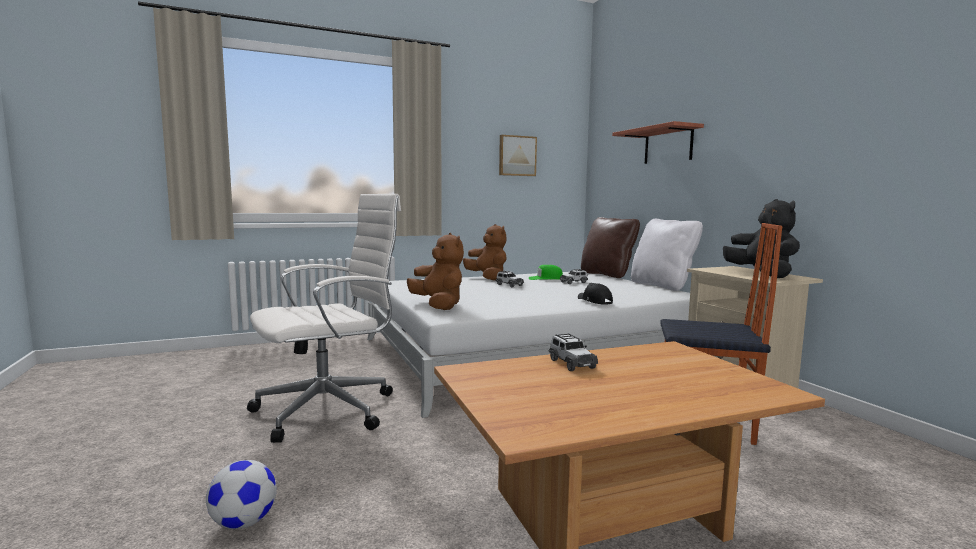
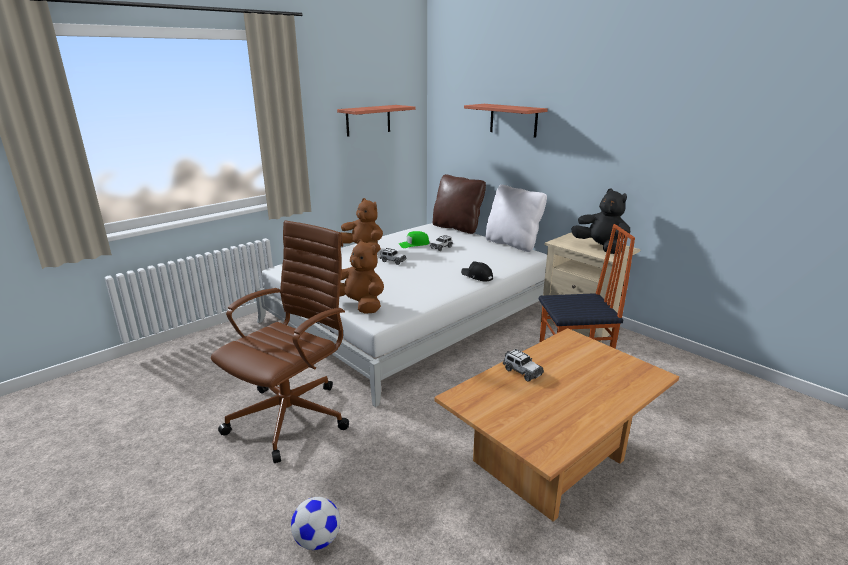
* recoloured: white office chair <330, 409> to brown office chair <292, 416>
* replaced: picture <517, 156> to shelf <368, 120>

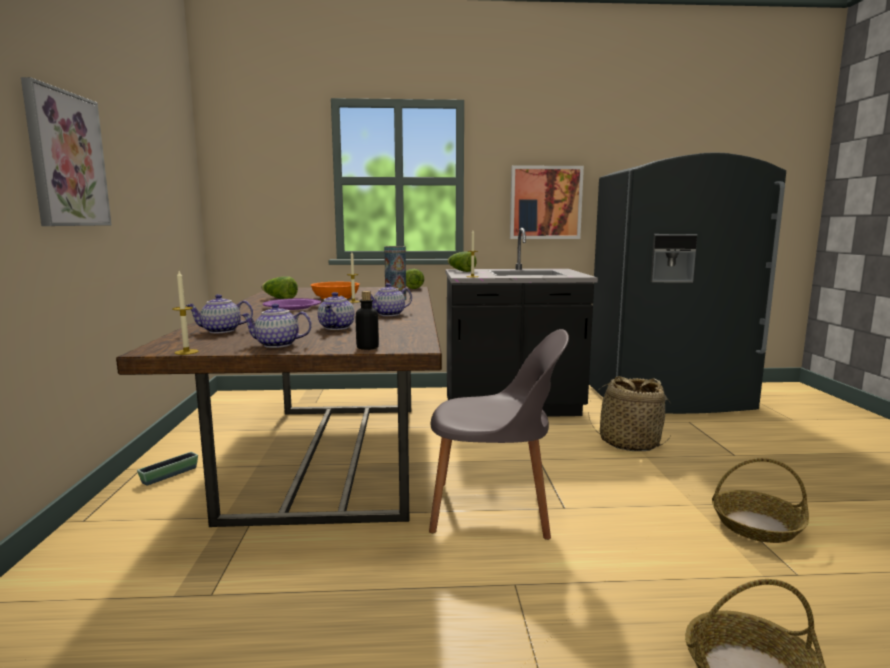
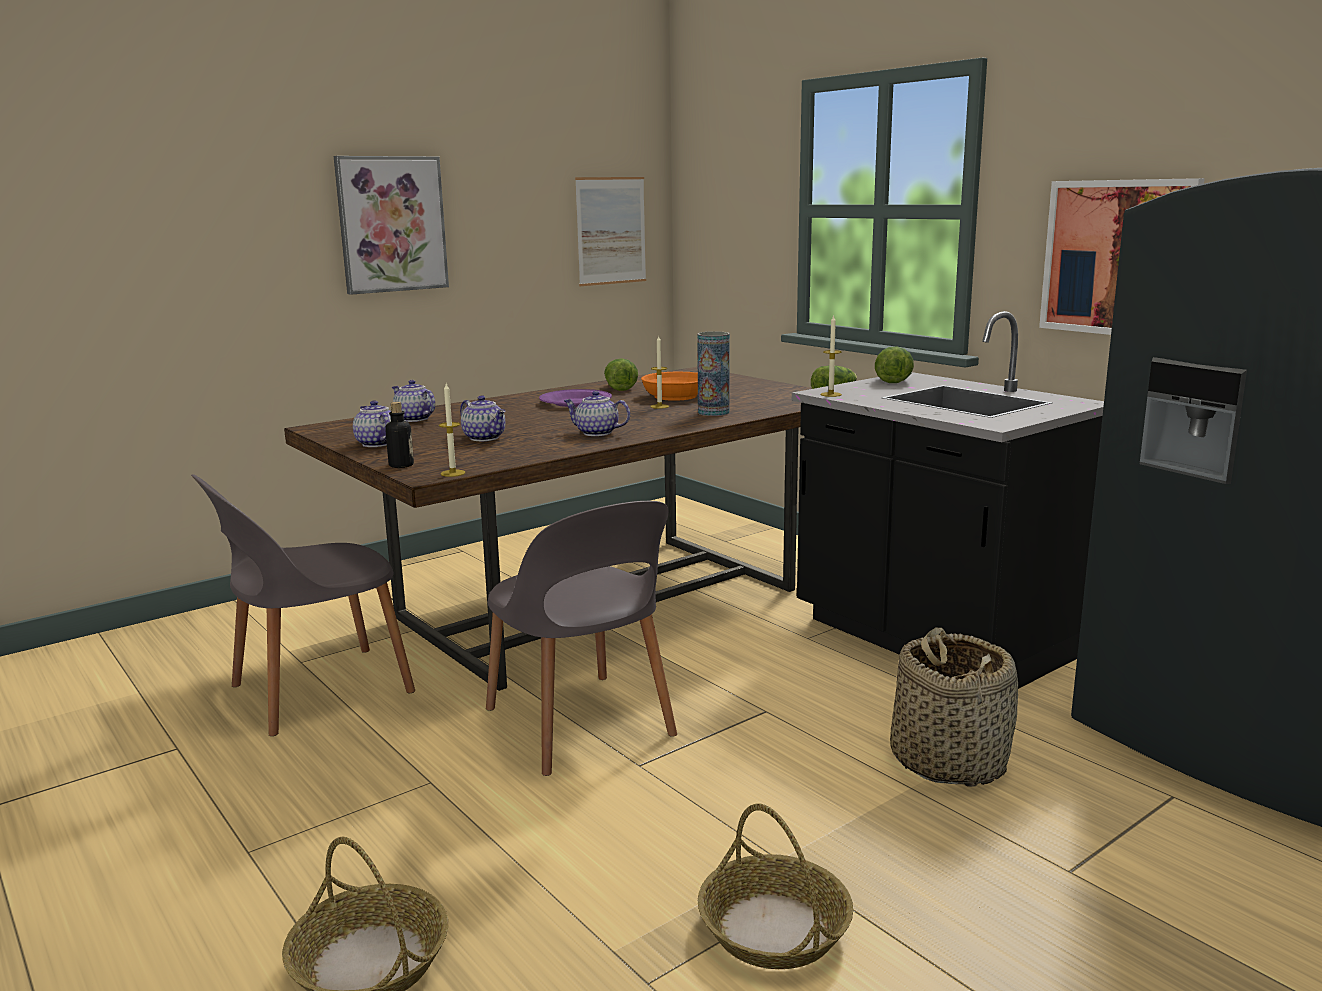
* added: grey chair <316, 691>
* moved: candle <186, 352> to <453, 473>
* turned: teapot <337, 328> = <485, 438> 105 degrees counterclockwise
* added: picture <611, 231>
* removed: planter <169, 475>

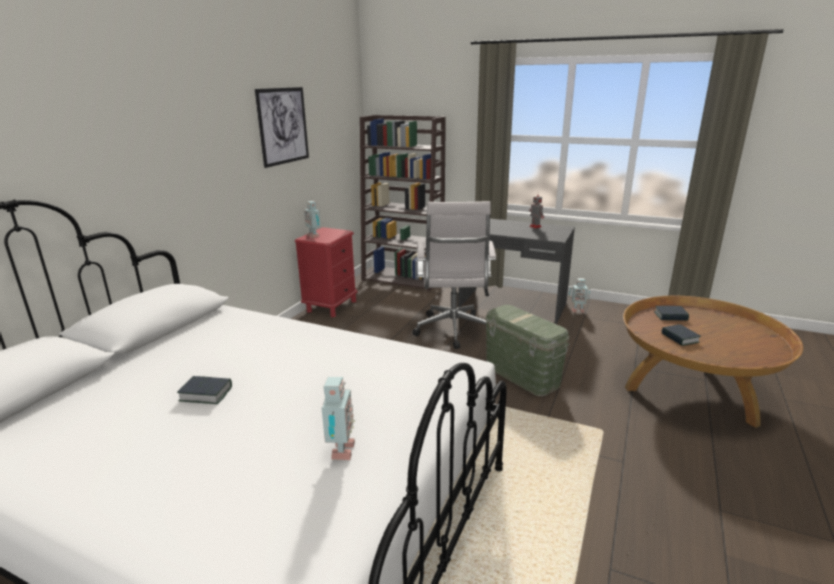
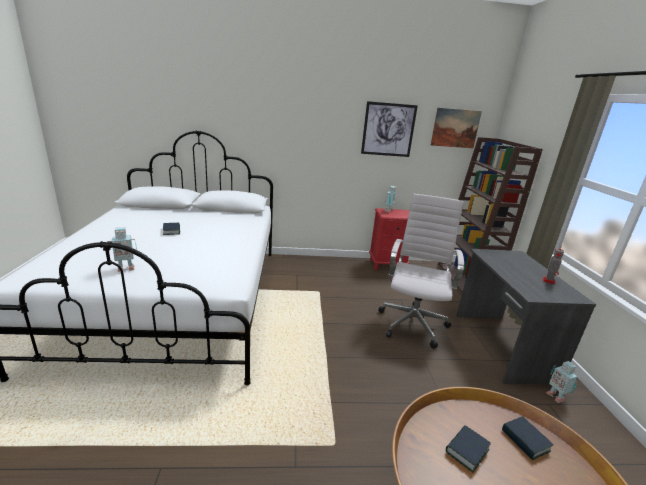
* turned: white office chair <453, 331> = <412, 323> 135 degrees clockwise
* added: picture <455, 128>
* removed: green storage box <521, 375>

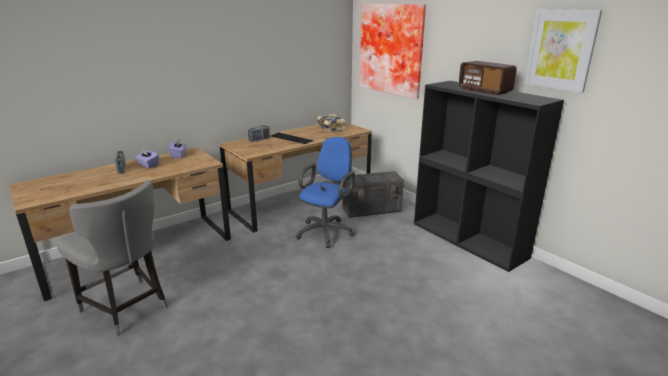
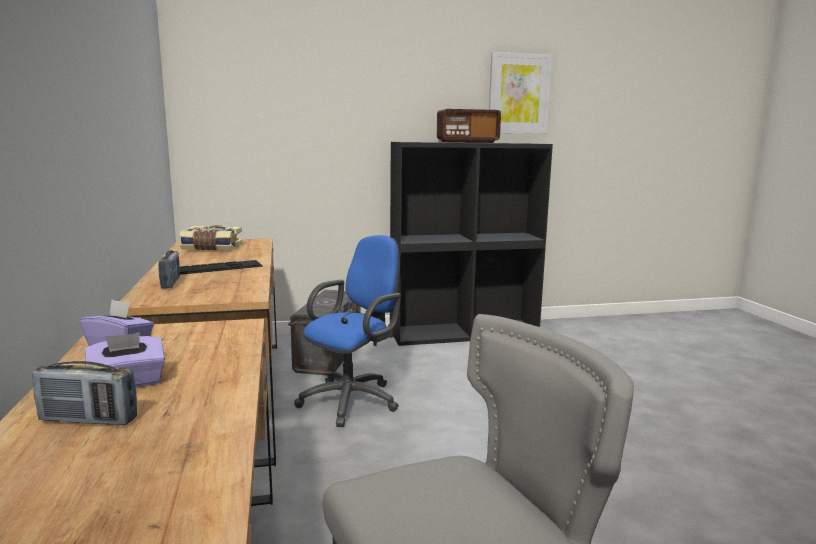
* turned: blue office chair <327, 231> = <353, 400> 75 degrees clockwise
* removed: picture <392, 49>

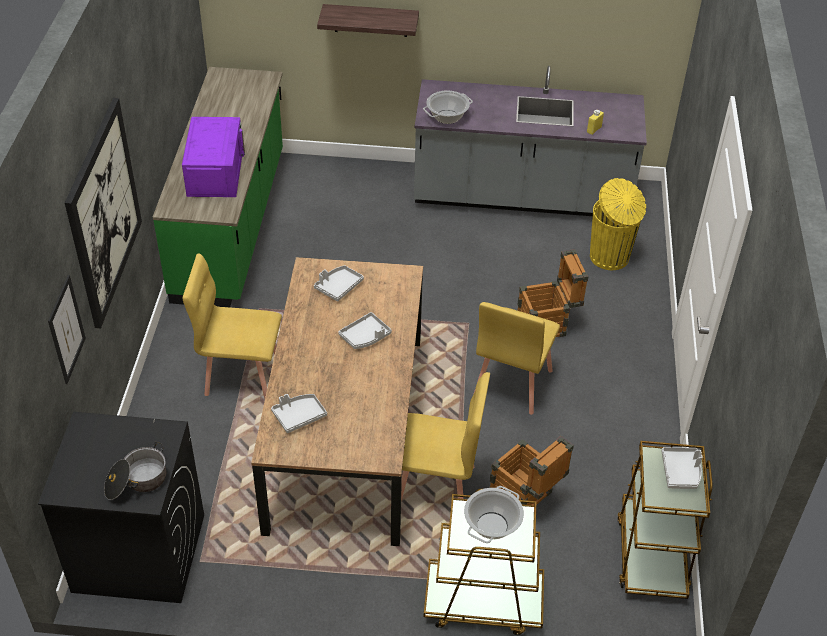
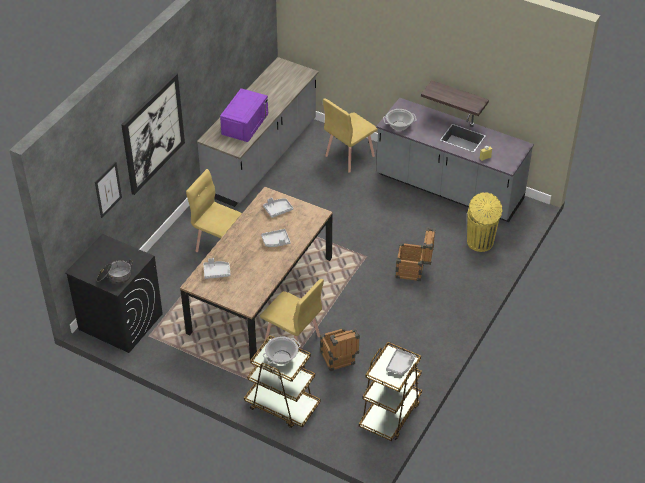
* recoloured: green counter <231, 225> to grey counter <262, 158>
* moved: yellow chair <512, 383> to <349, 156>
* moved: shelf <370, 20> to <459, 97>

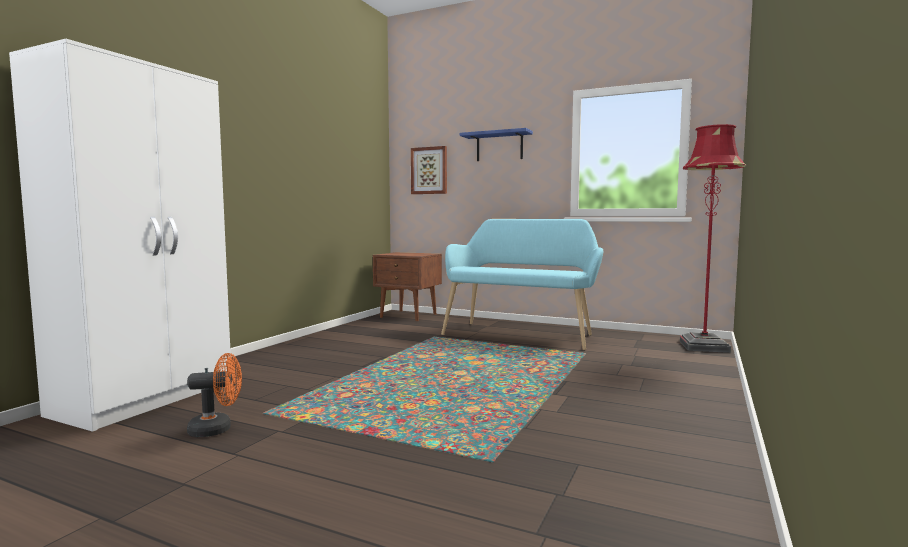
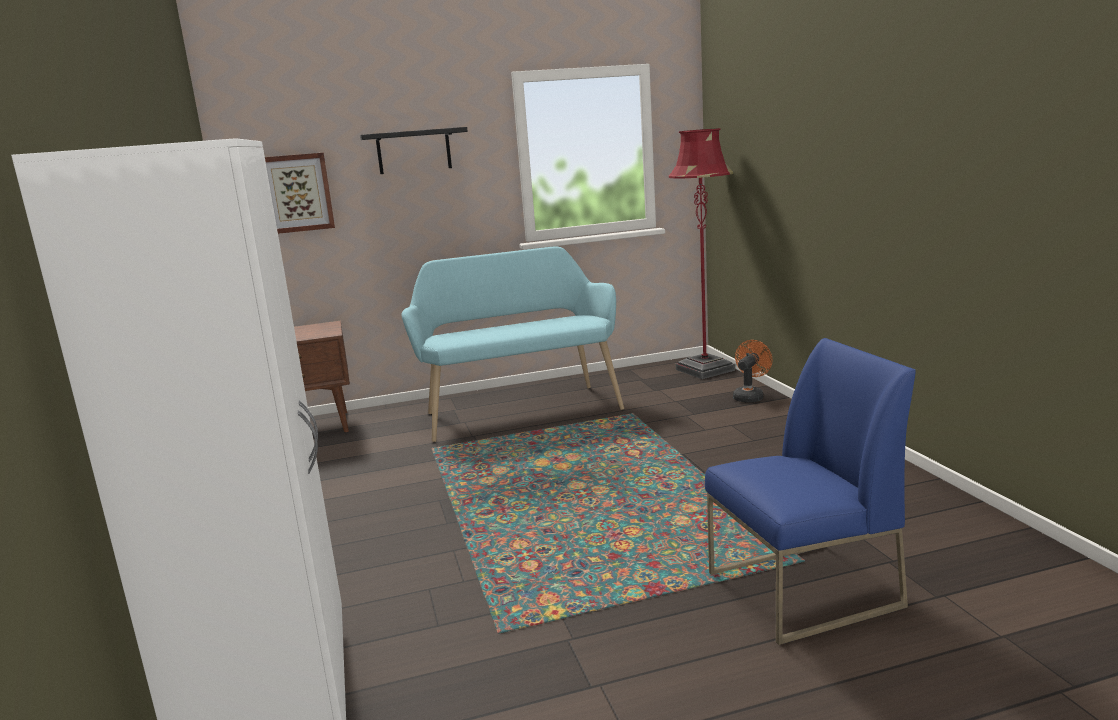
* recoloured: blue shelf <499, 146> to black shelf <414, 151>
* added: blue chair <802, 591>
* moved: orange fan <217, 429> to <750, 396>

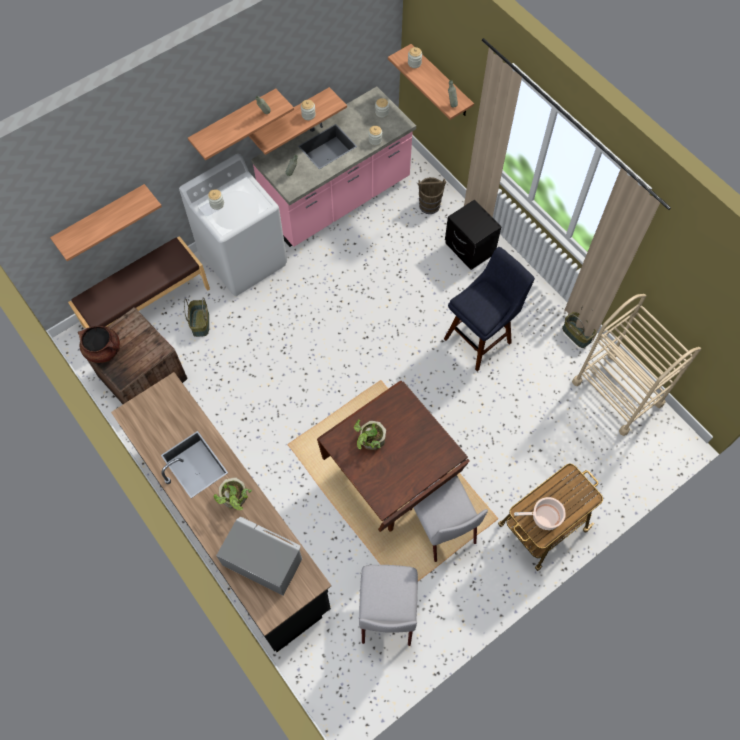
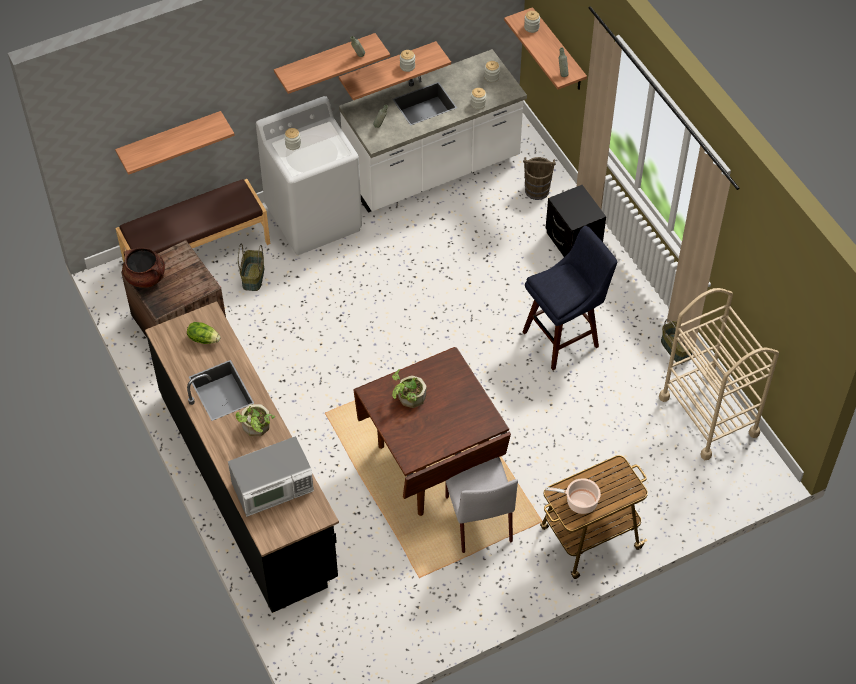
* added: lettuce <203, 339>
* turned: microwave <262, 560> = <273, 488> 120 degrees clockwise
* recoloured: pink counter <337, 199> to white counter <432, 170>
* removed: grey chair <387, 610>

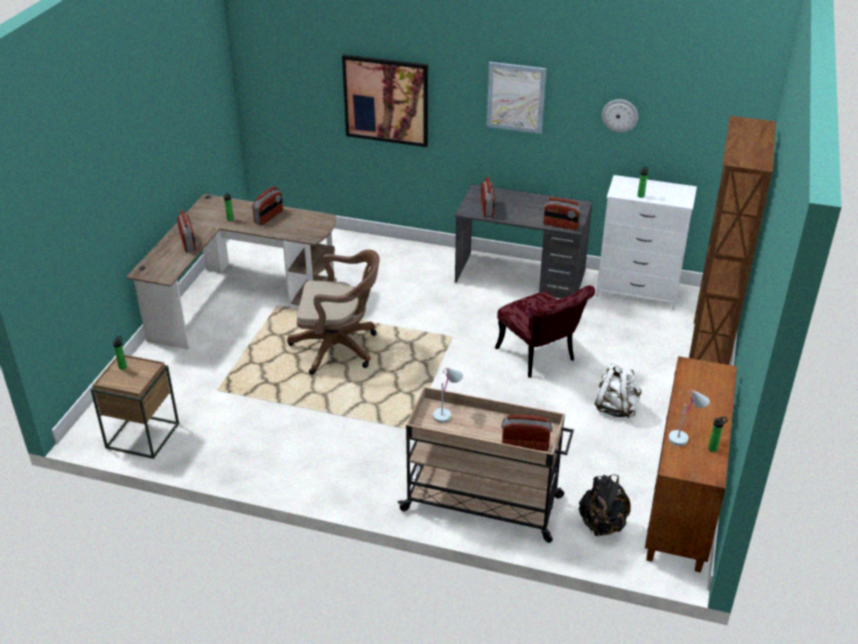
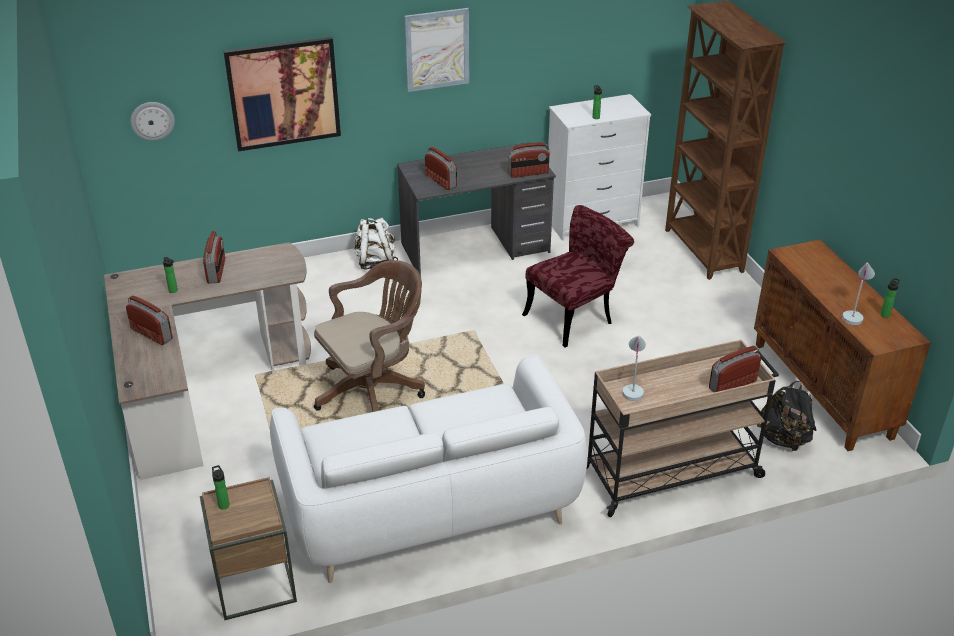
* moved: wall clock <620, 115> to <152, 120>
* added: white sofa <430, 505>
* moved: white backpack <615, 408> to <375, 262>
* turned: red chair <540, 358> = <575, 316> 60 degrees counterclockwise

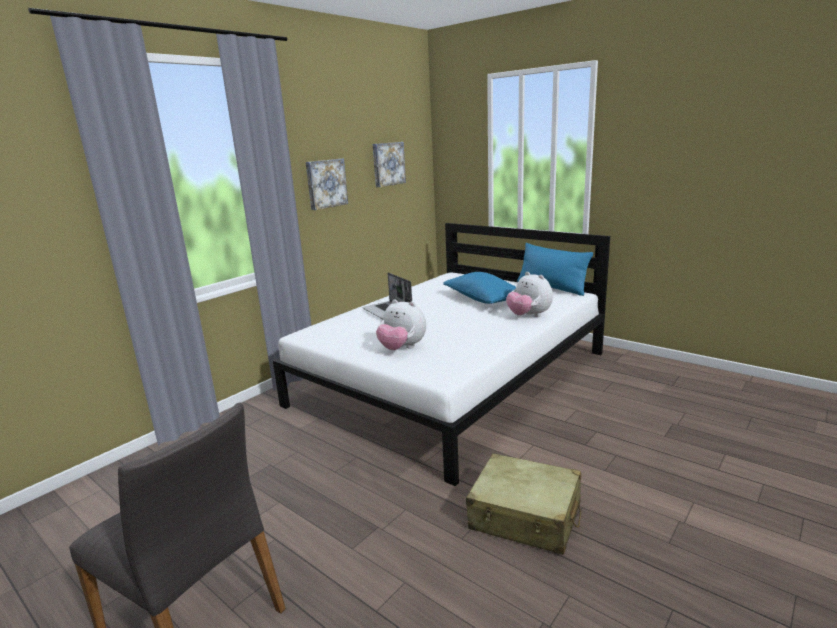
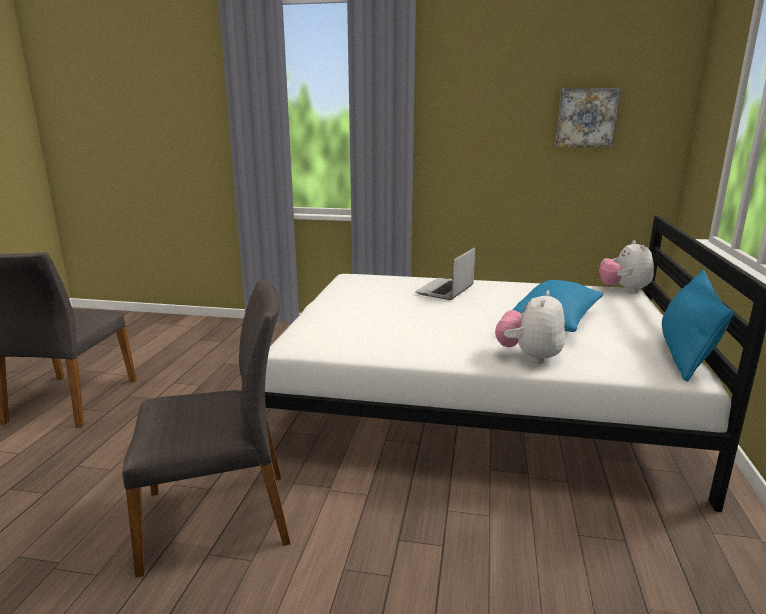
* replaced: beige suitcase <525, 516> to grey chair <219, 518>
* moved: plush toy <402, 348> to <624, 290>
* removed: picture <325, 183>

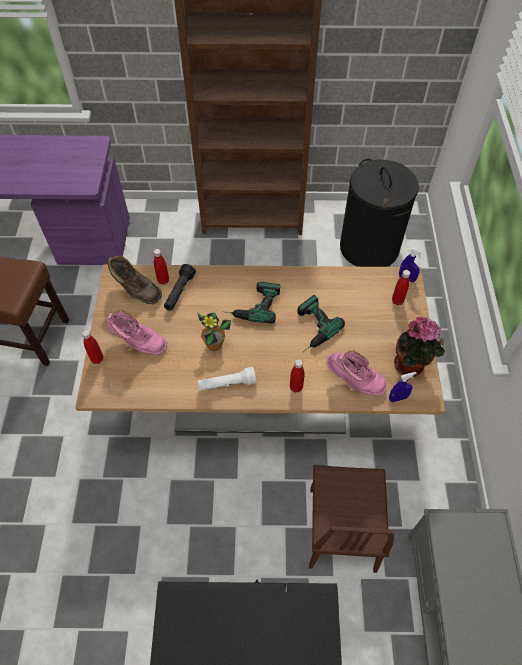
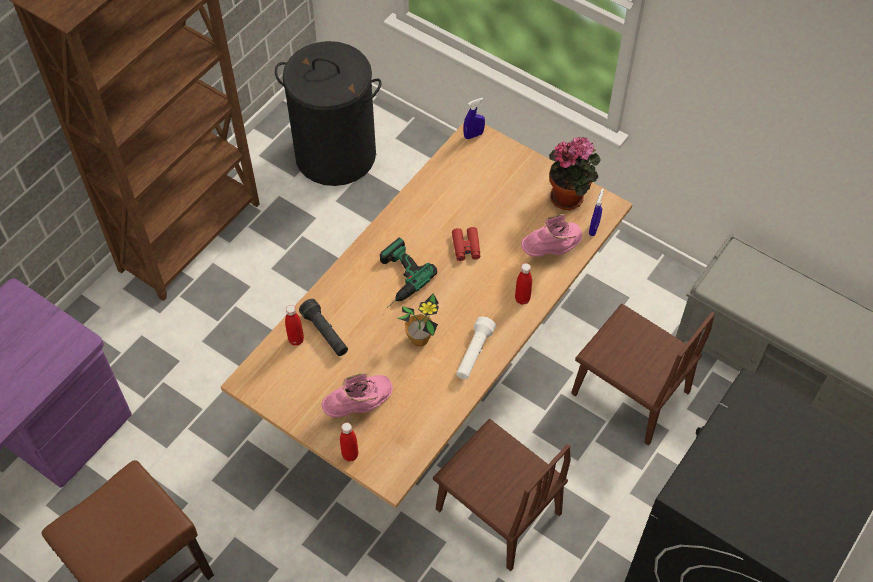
* added: brown chair <498, 511>
* replaced: power drill <310, 328> to red binoculars <466, 247>
* removed: brown boot <135, 291>
* removed: red bottle <397, 301>

